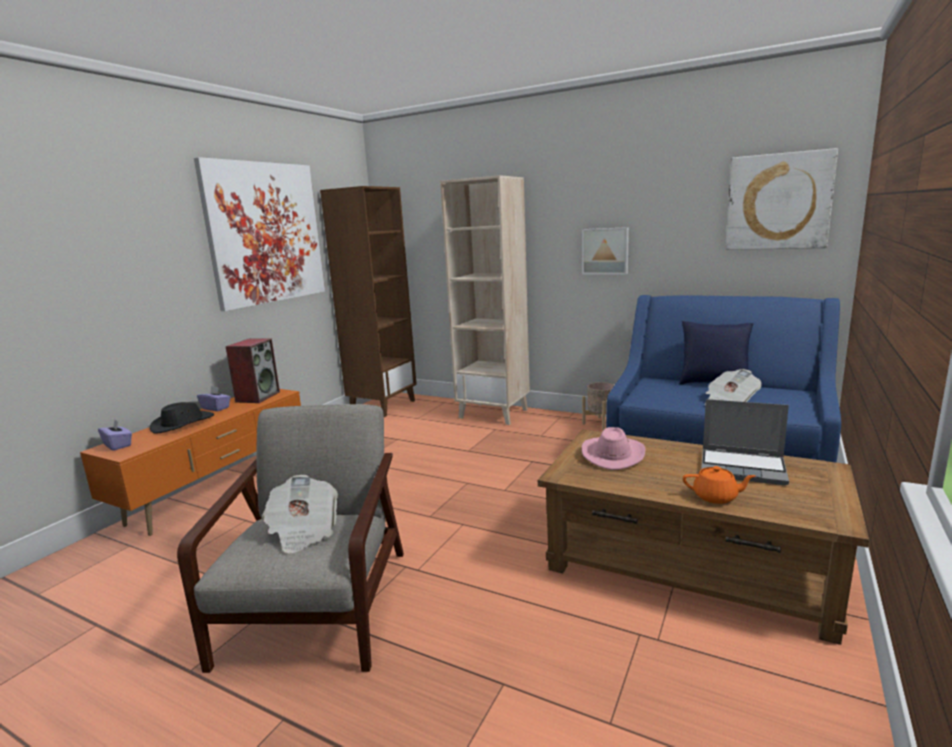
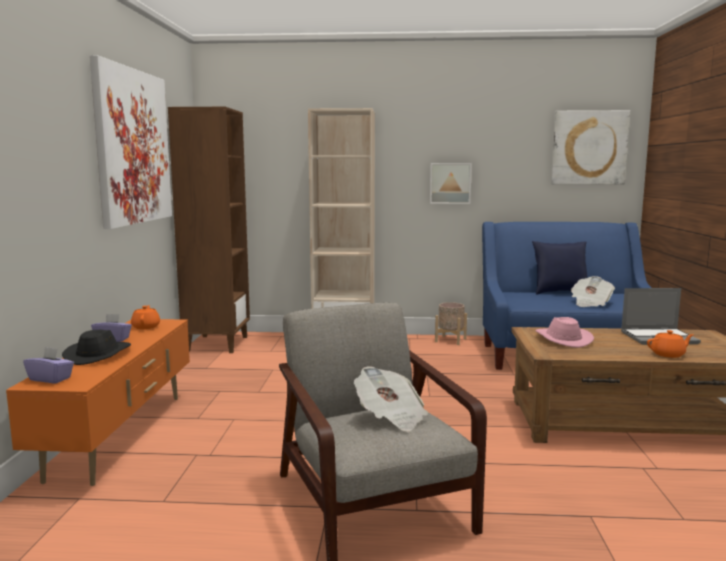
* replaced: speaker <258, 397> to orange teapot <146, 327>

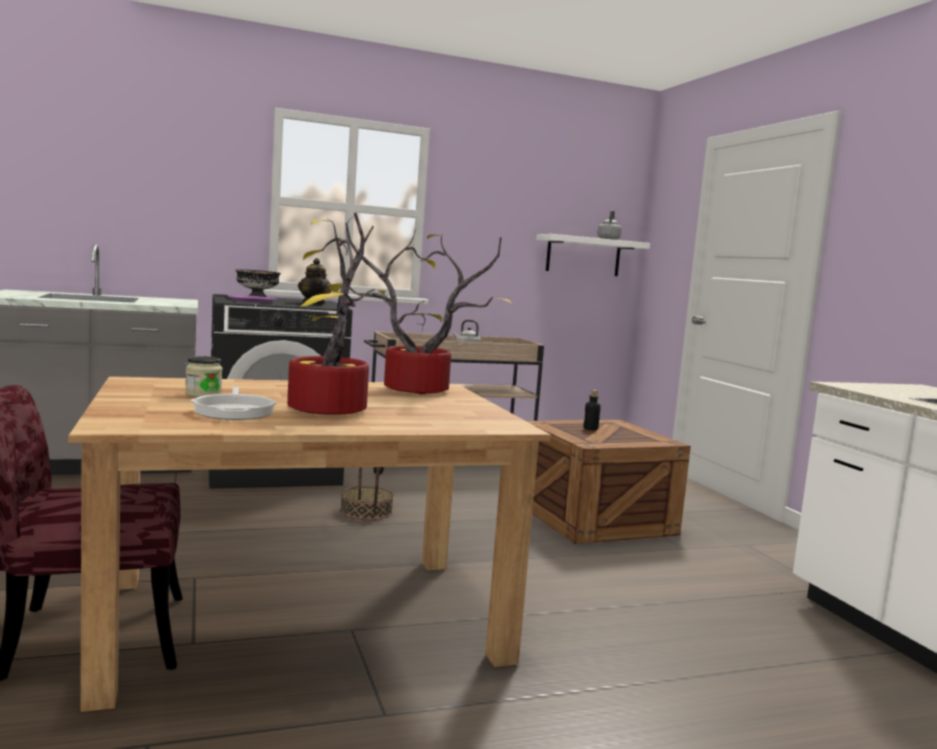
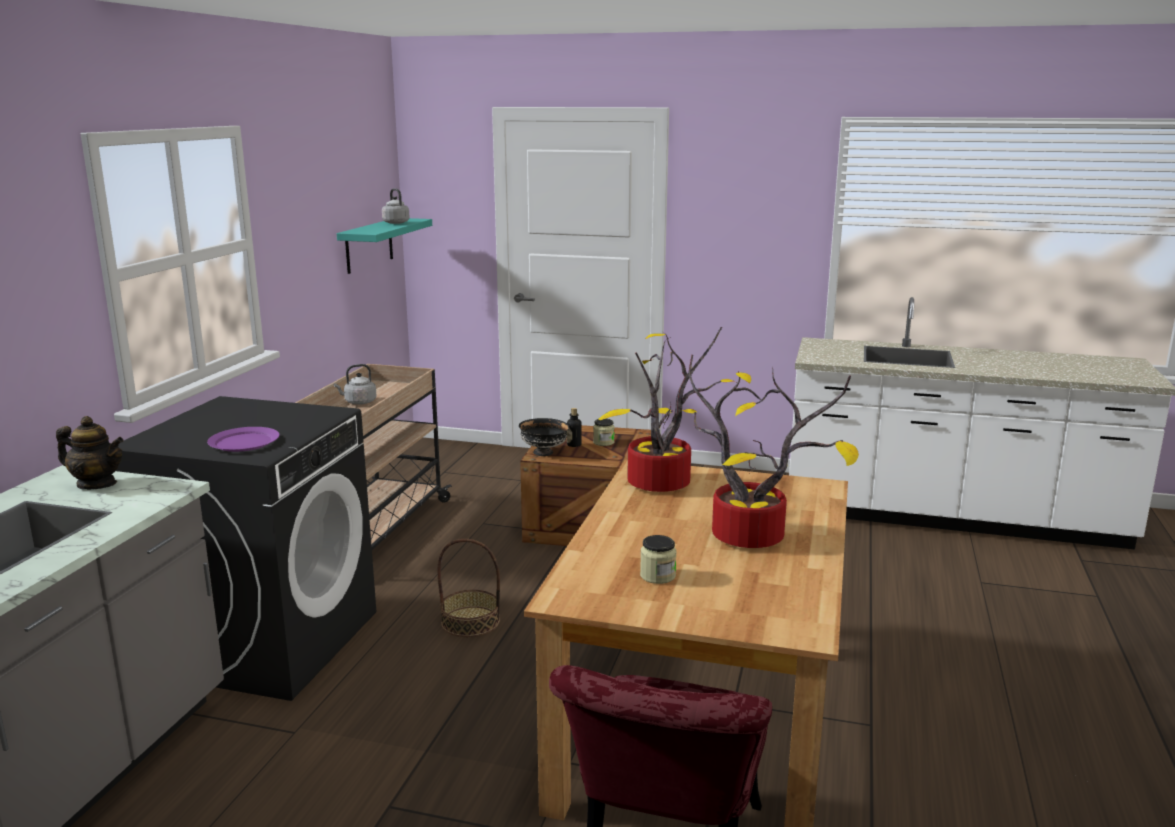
* moved: teapot <314, 304> to <97, 484>
* recoloured: white shelf <583, 256> to turquoise shelf <369, 245>
* moved: black bowl <257, 297> to <544, 452>
* added: jar <603, 442>
* removed: frying pan <234, 411>

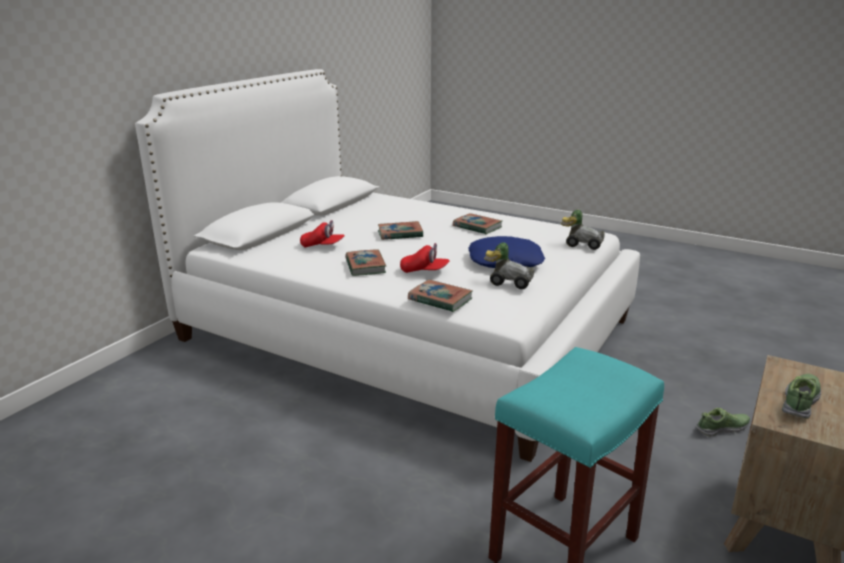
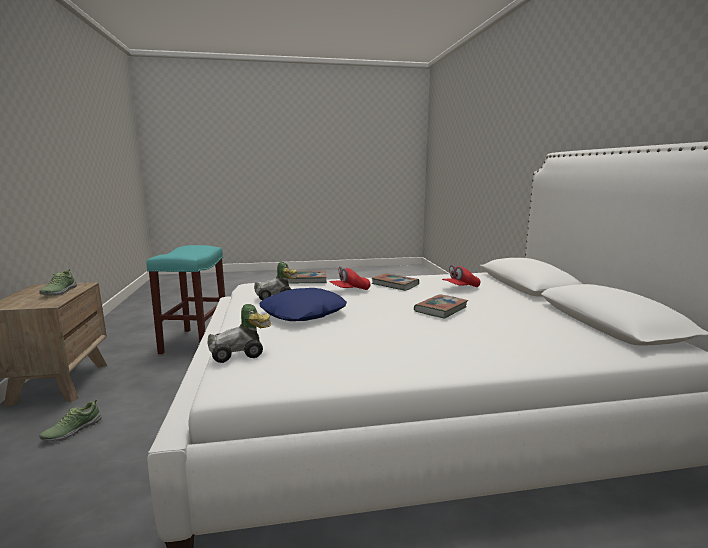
* removed: book <477, 227>

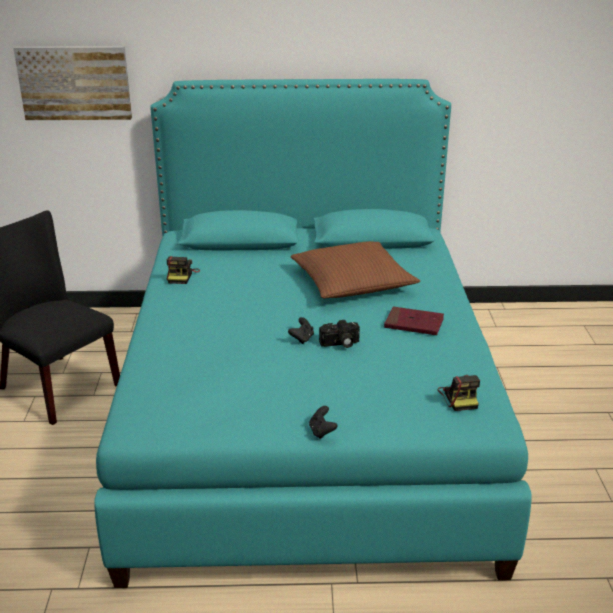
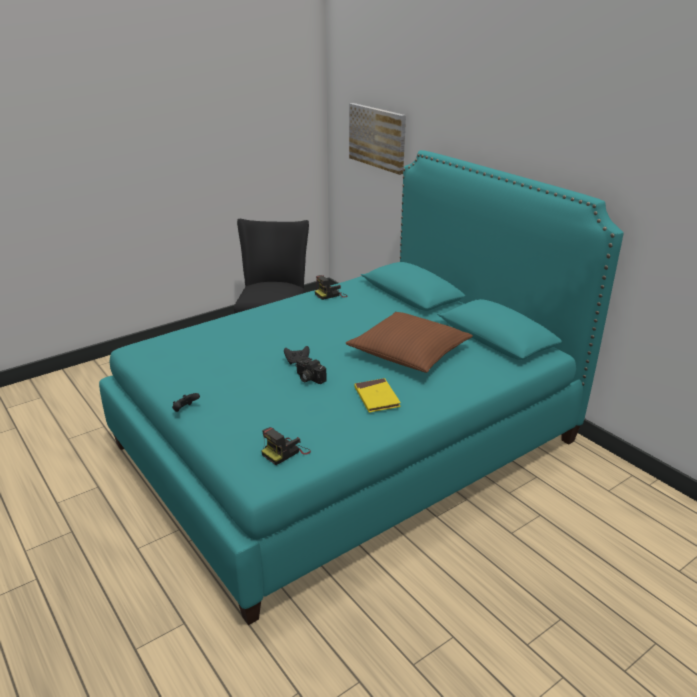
* recoloured: red book <414, 324> to yellow book <376, 398>

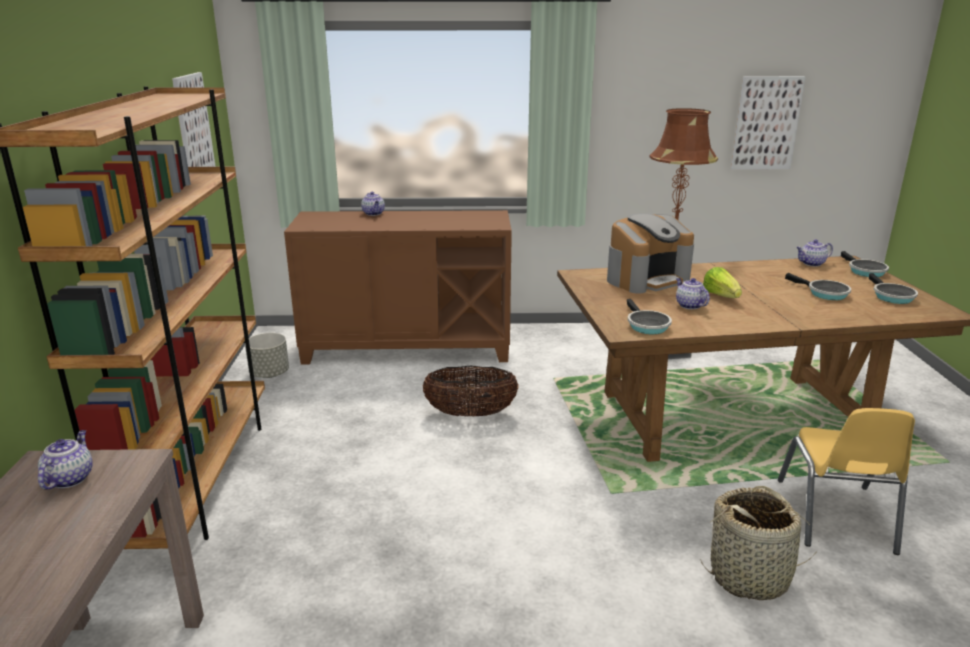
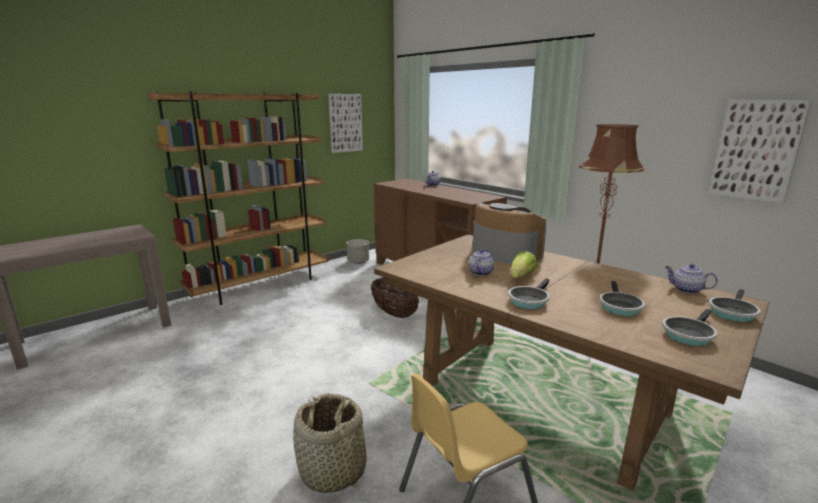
* turned: coffee machine <646, 279> = <505, 253> 150 degrees counterclockwise
* moved: frying pan <646, 325> to <529, 300>
* removed: teapot <69, 478>

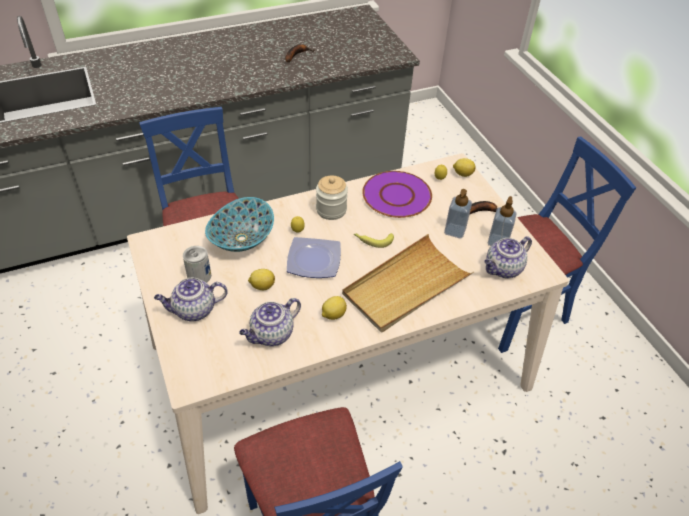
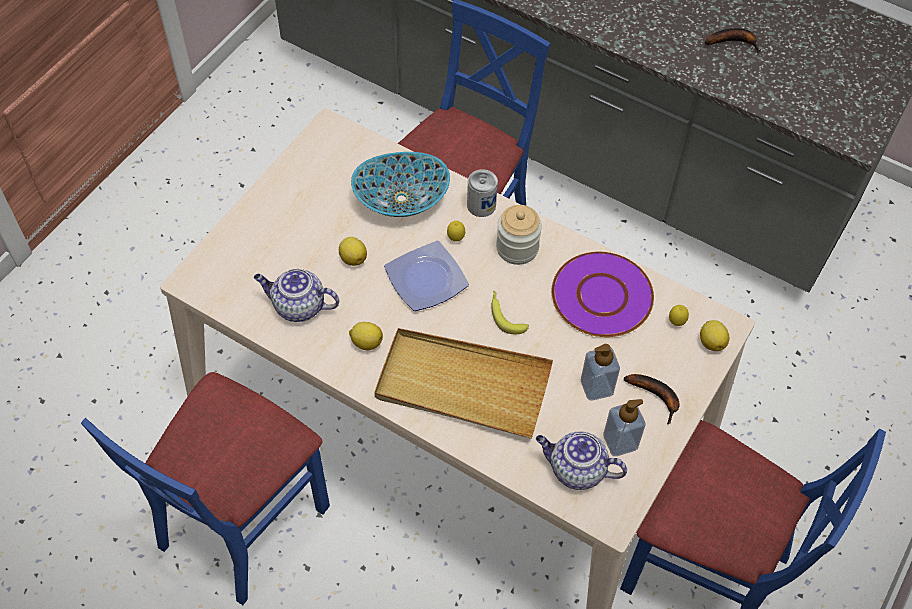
* moved: can <199, 276> to <481, 205>
* removed: teapot <193, 310>

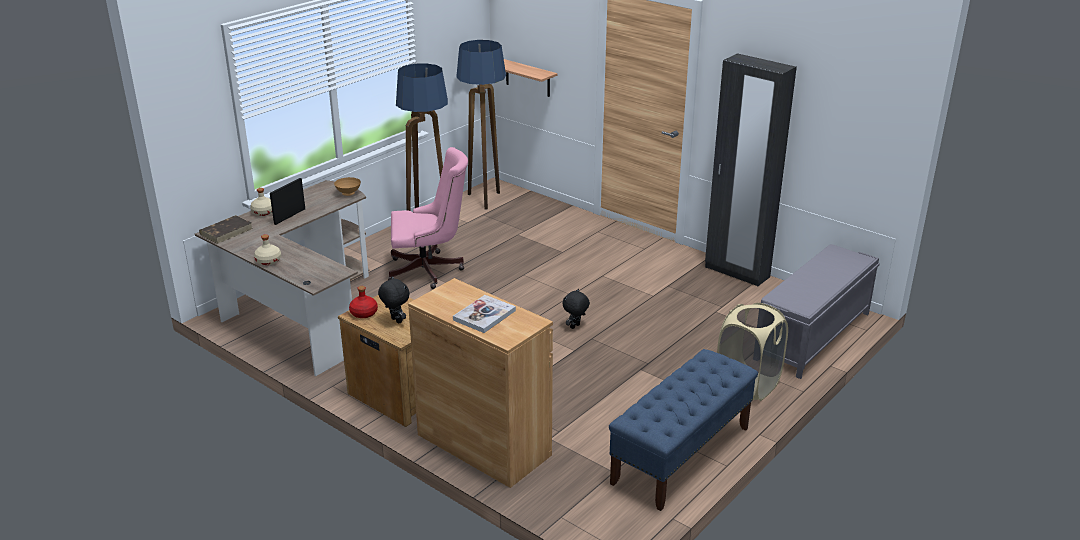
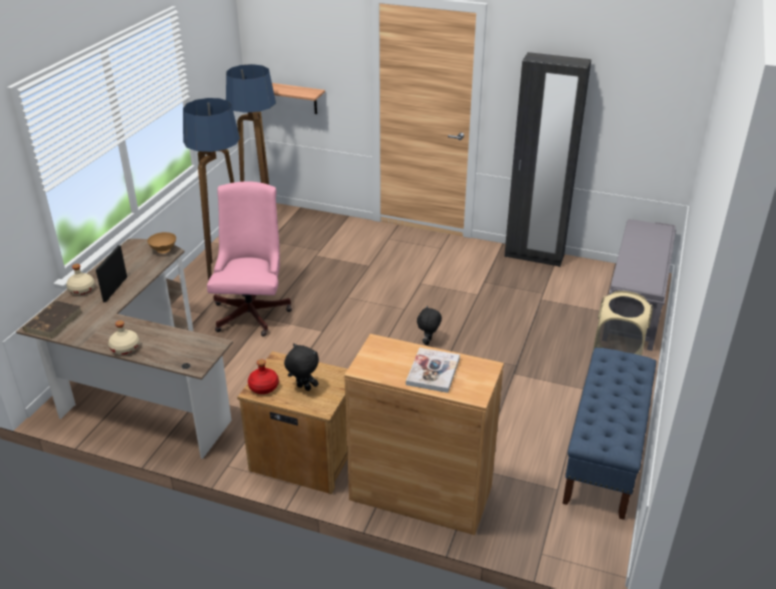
* turned: pink office chair <430, 271> = <252, 311> 60 degrees counterclockwise

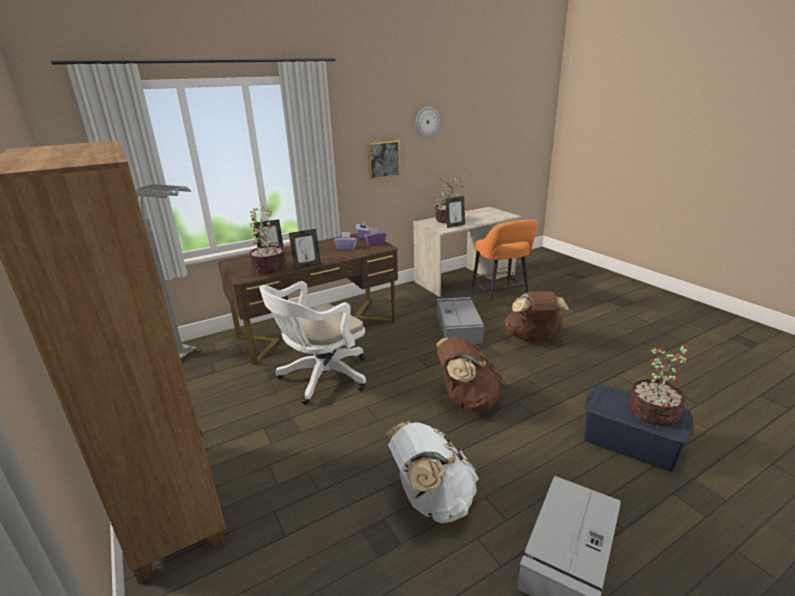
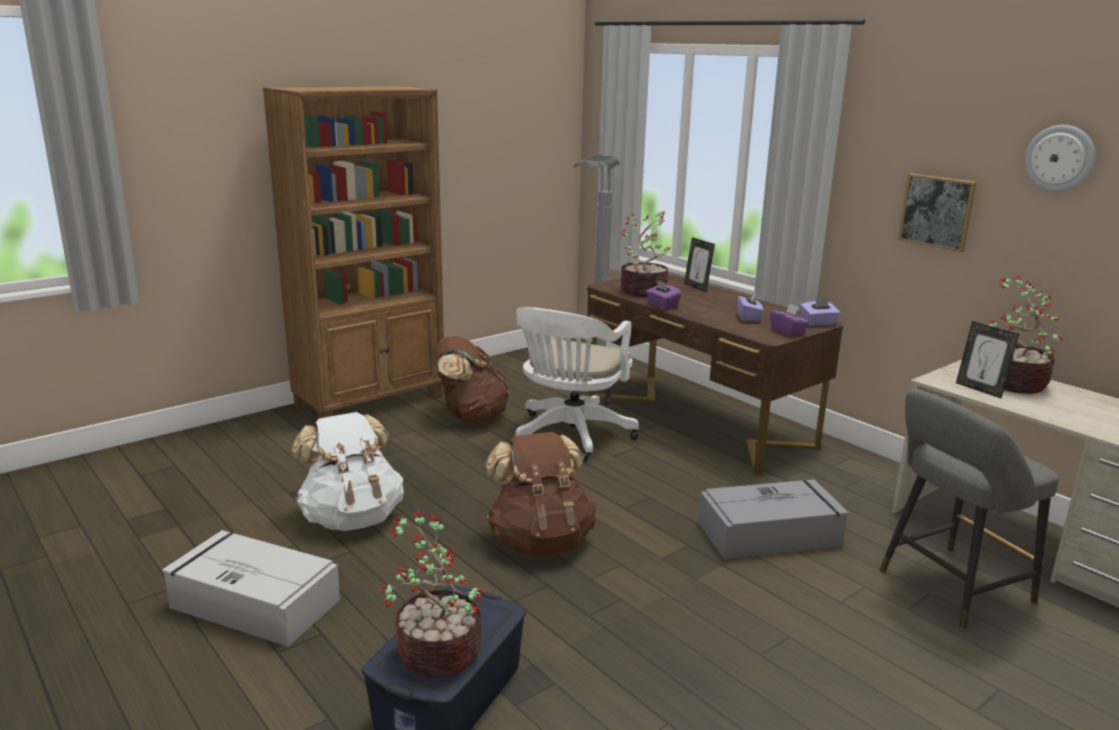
* moved: brown backpack <533, 339> to <470, 416>
* turned: white office chair <321, 378> = <570, 437> 105 degrees counterclockwise
* replaced: picture frame <307, 265> to purple tissue box <662, 305>
* recoloured: orange stool <501, 299> to grey stool <949, 588>

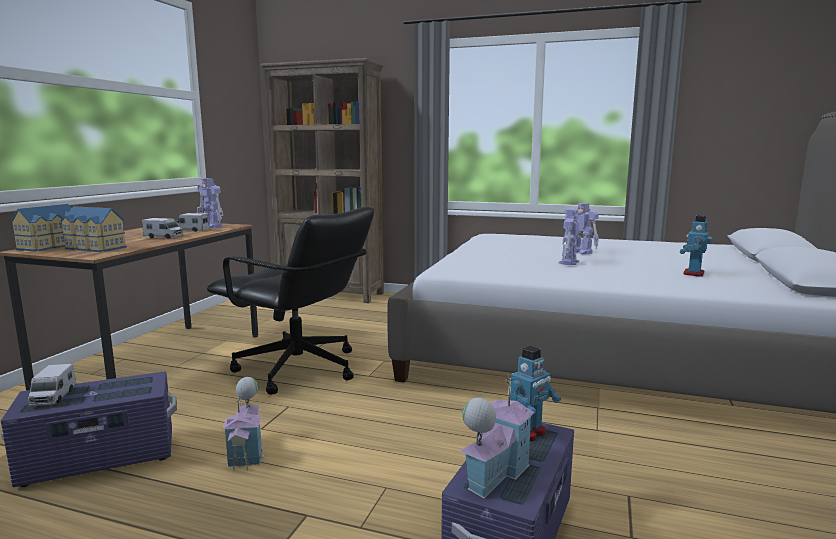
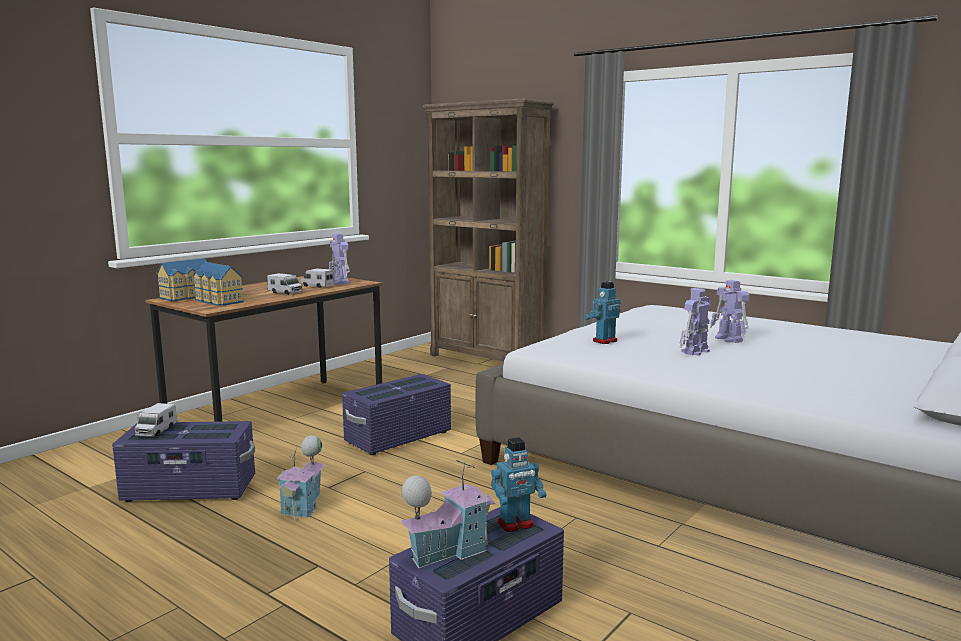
* replaced: black office chair <299, 369> to purple storage box <398, 437>
* moved: toy robot <693, 273> to <604, 341>

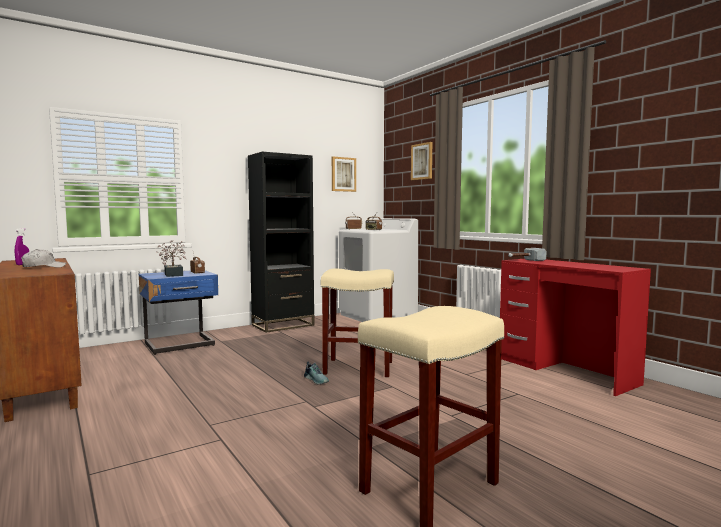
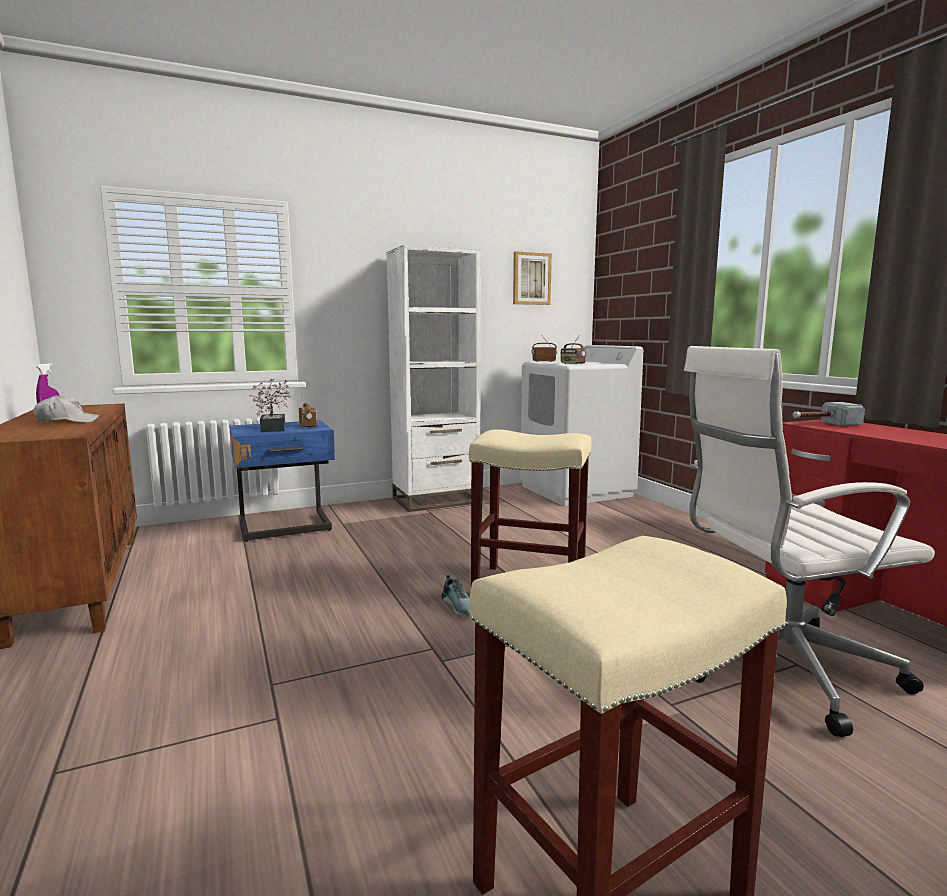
* recoloured: black bookcase <283, 325> to white bookcase <436, 500>
* added: white office chair <778, 668>
* removed: picture <422, 161>

